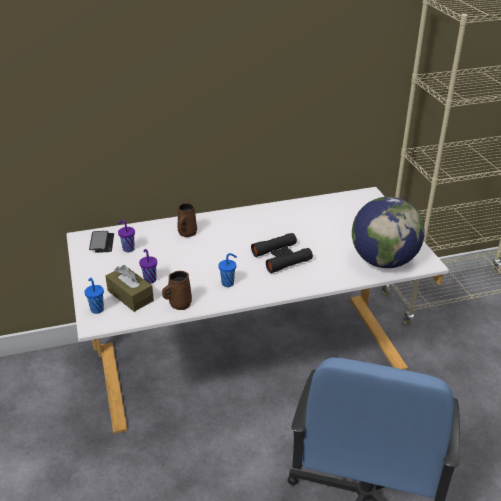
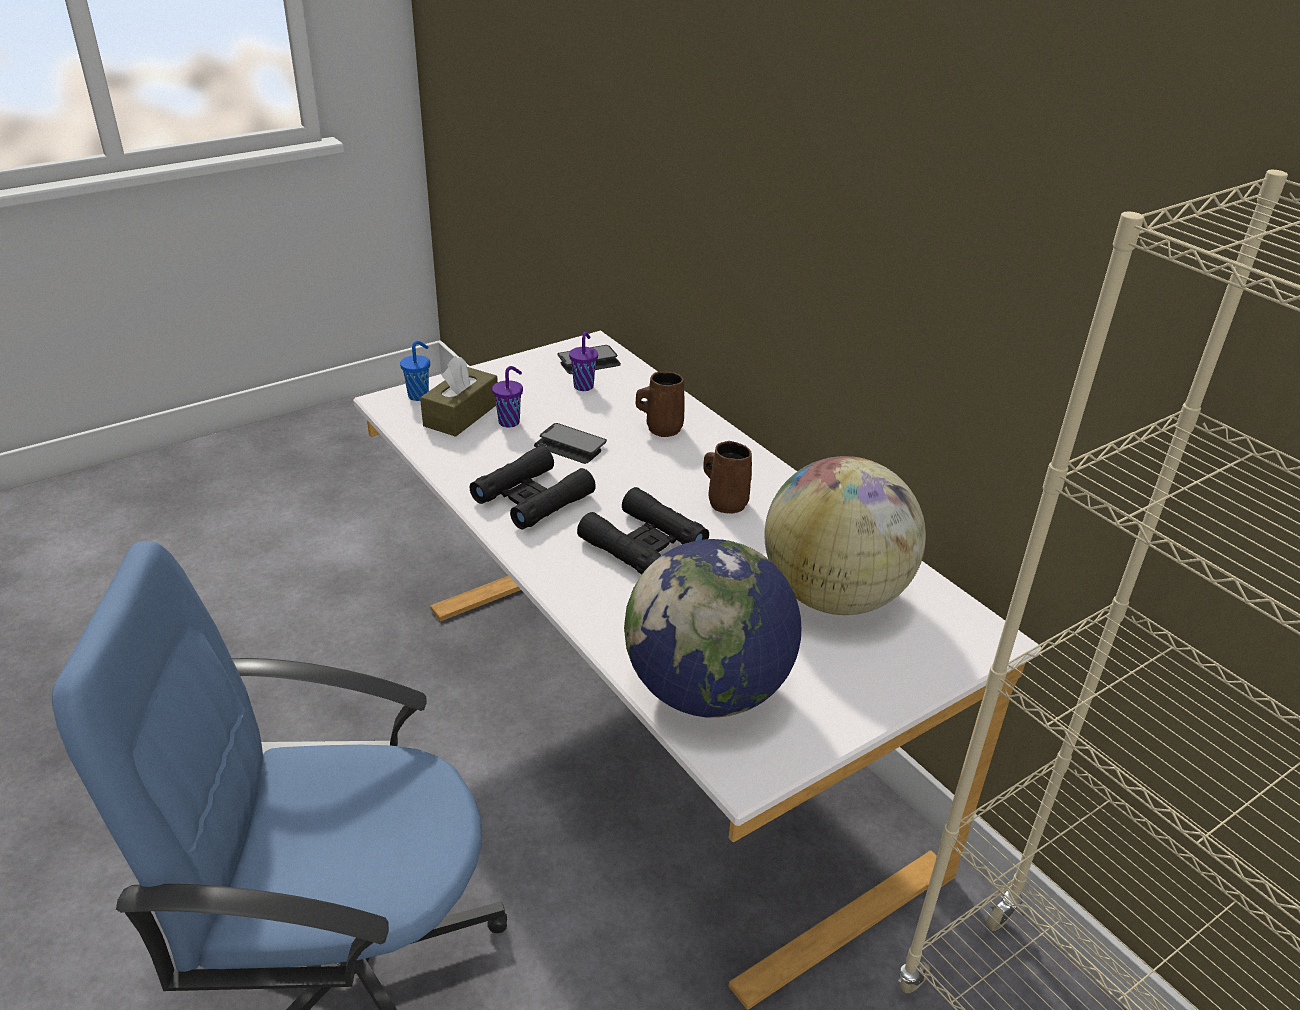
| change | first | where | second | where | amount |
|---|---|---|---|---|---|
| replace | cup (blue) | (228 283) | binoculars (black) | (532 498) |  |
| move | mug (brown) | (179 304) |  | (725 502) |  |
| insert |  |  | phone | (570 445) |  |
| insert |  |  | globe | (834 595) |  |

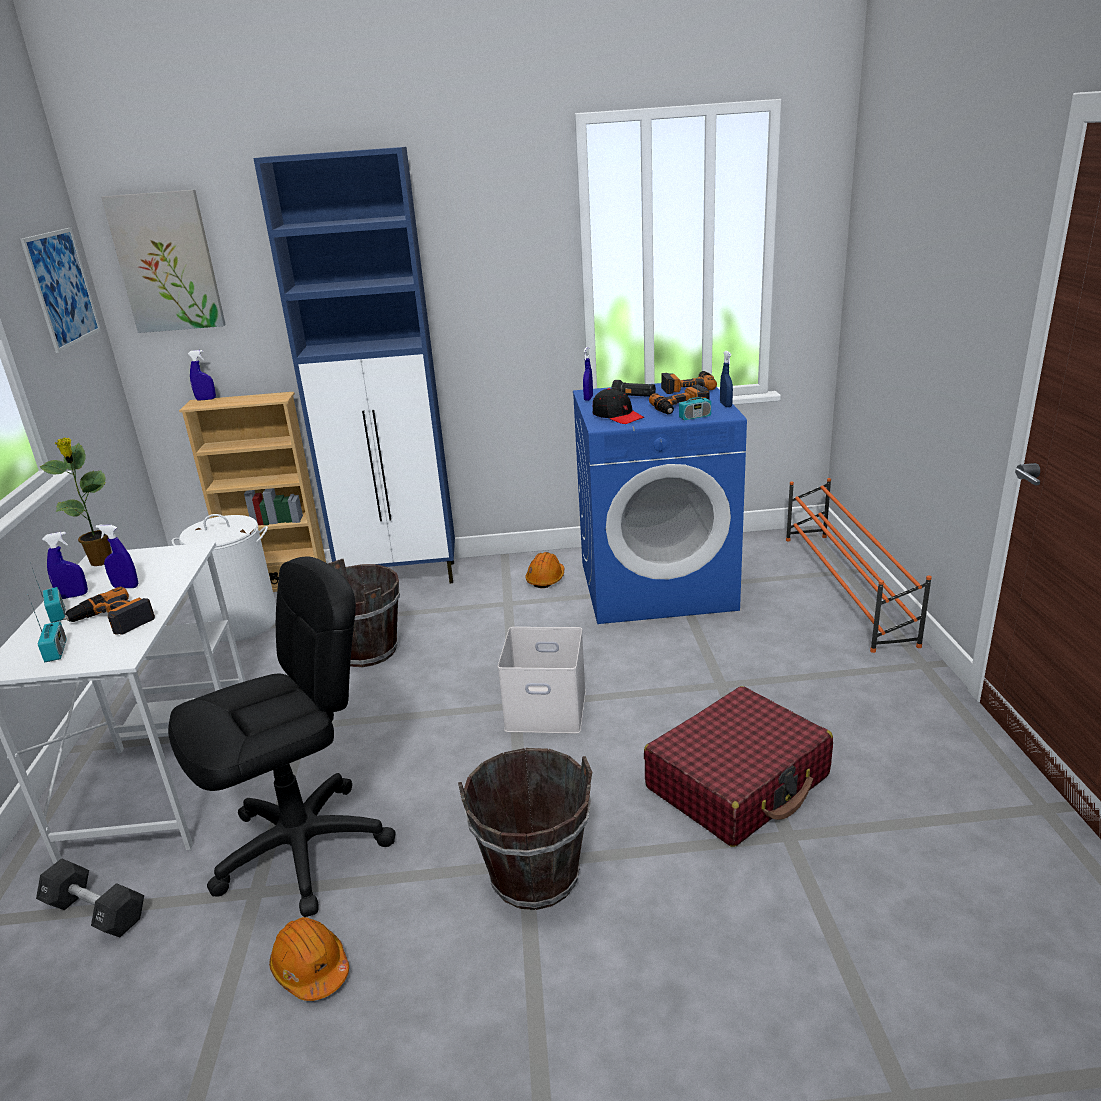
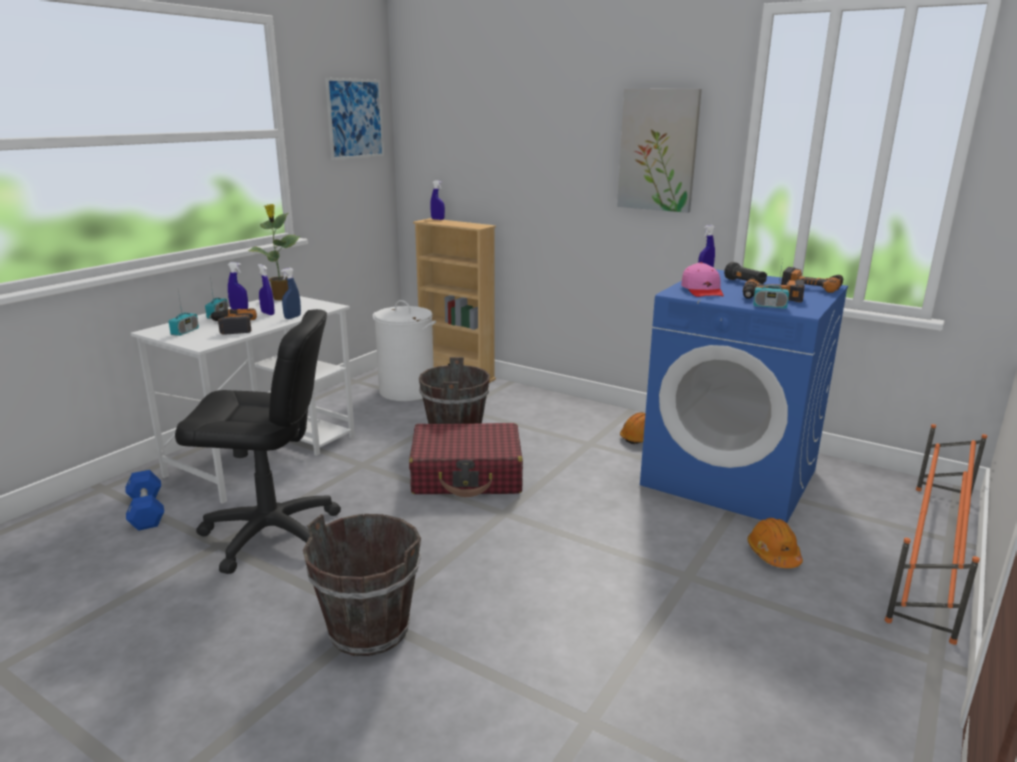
| change | first | where | second | where | amount |
|---|---|---|---|---|---|
| delete | cabinet (blue) | (401 577) |  |  |  |
| move | picture | (167 262) |  | (658 150) |  |
| move | spray bottle (blue) | (726 405) |  | (292 317) |  |
| recolor | cap (black) | (617 416) | cap (pink) | (702 290) |  |
| delete | storage box (white) | (548 708) |  |  |  |
| move | suitcase (red) | (738 782) |  | (467 475) |  |
| recolor | dumbbell (black) | (96 911) | dumbbell (blue) | (146 511) |  |
| move | hard hat (orange) | (311 968) |  | (773 554) |  |

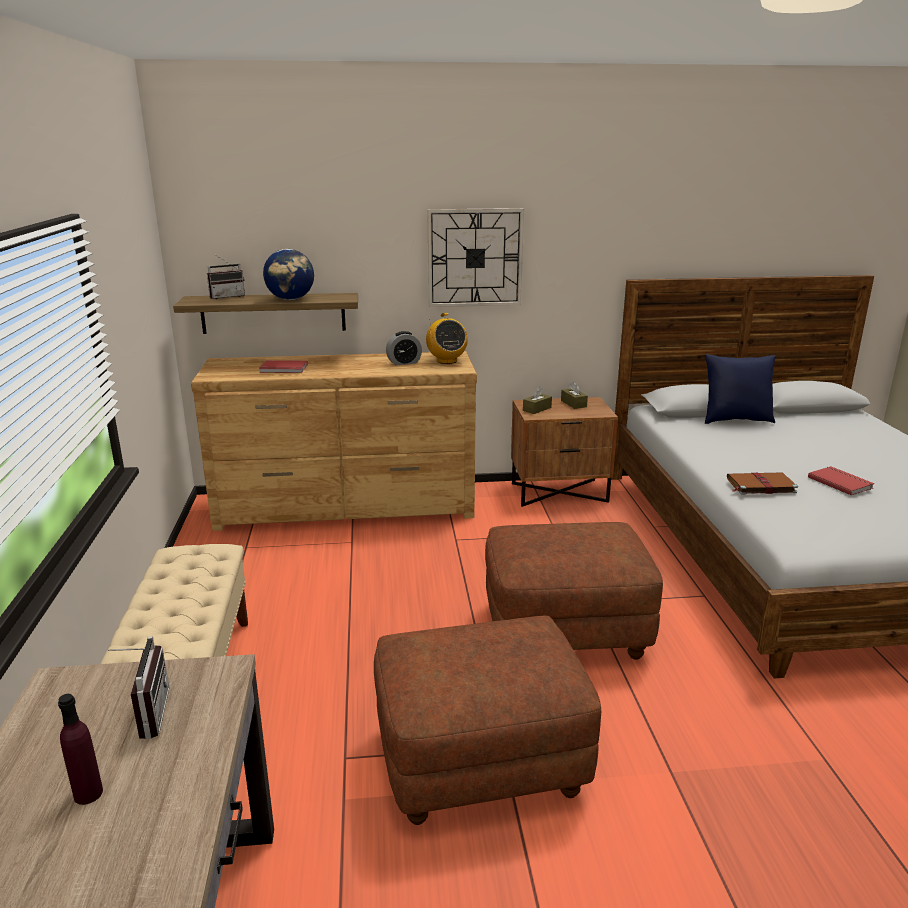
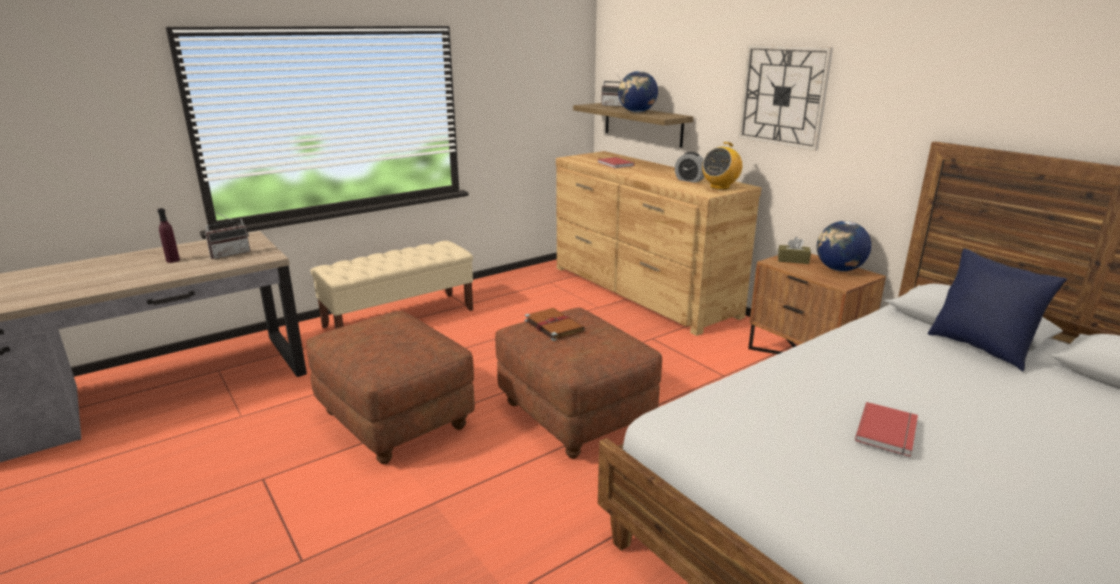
| change | first | where | second | where | amount |
|---|---|---|---|---|---|
| replace | tissue box (brown) | (573 404) | globe | (839 269) |  |
| move | book (brown) | (759 485) |  | (553 325) |  |

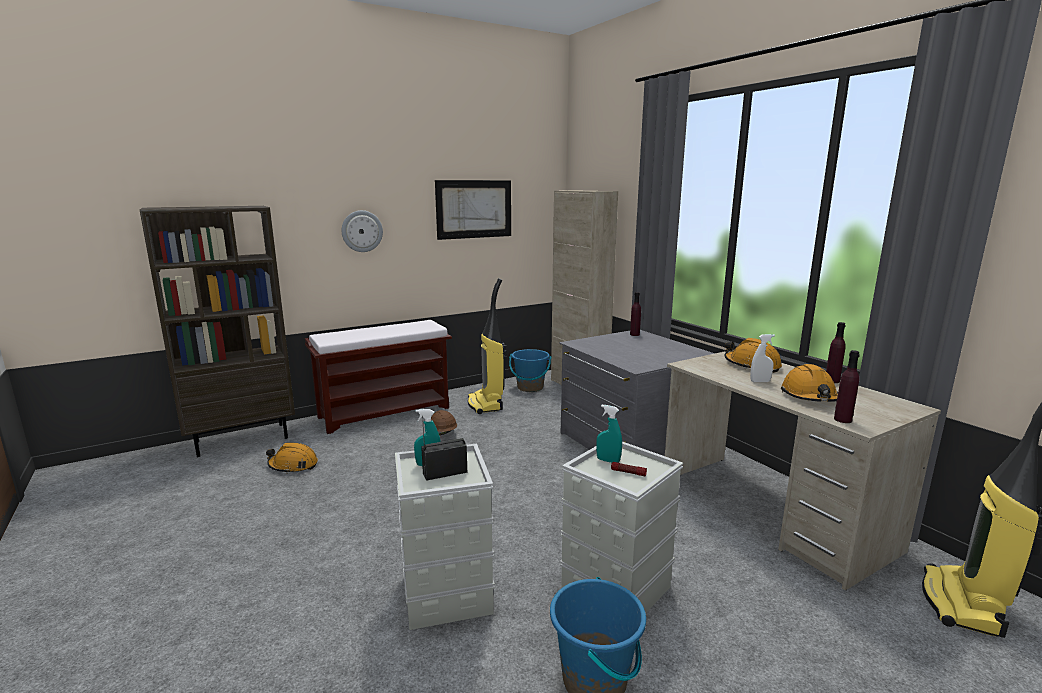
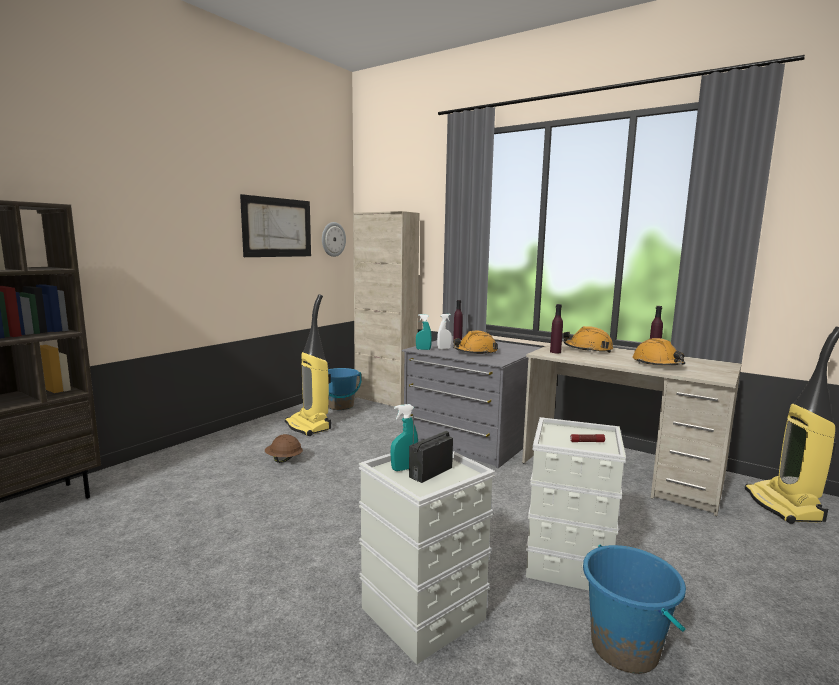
| change | first | where | second | where | amount |
|---|---|---|---|---|---|
| move | wall clock | (362 231) |  | (333 239) |  |
| delete | bench (brown) | (385 412) |  |  |  |
| move | spray bottle (white) | (760 381) |  | (444 349) |  |
| move | bottle (purple) | (842 420) |  | (555 352) |  |
| move | spray bottle (turquoise) | (608 461) |  | (423 349) |  |
| move | hard hat (orange) | (293 465) |  | (475 352) |  |

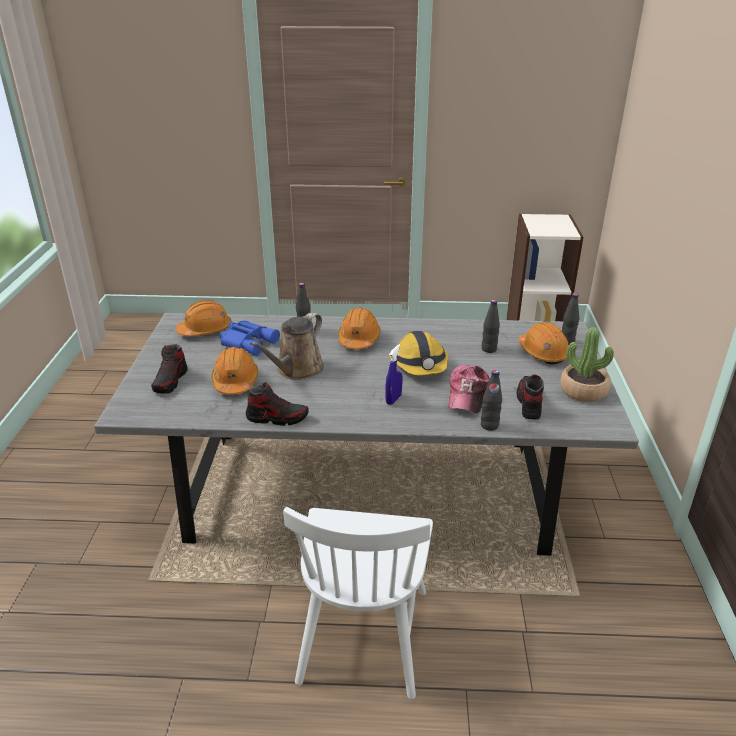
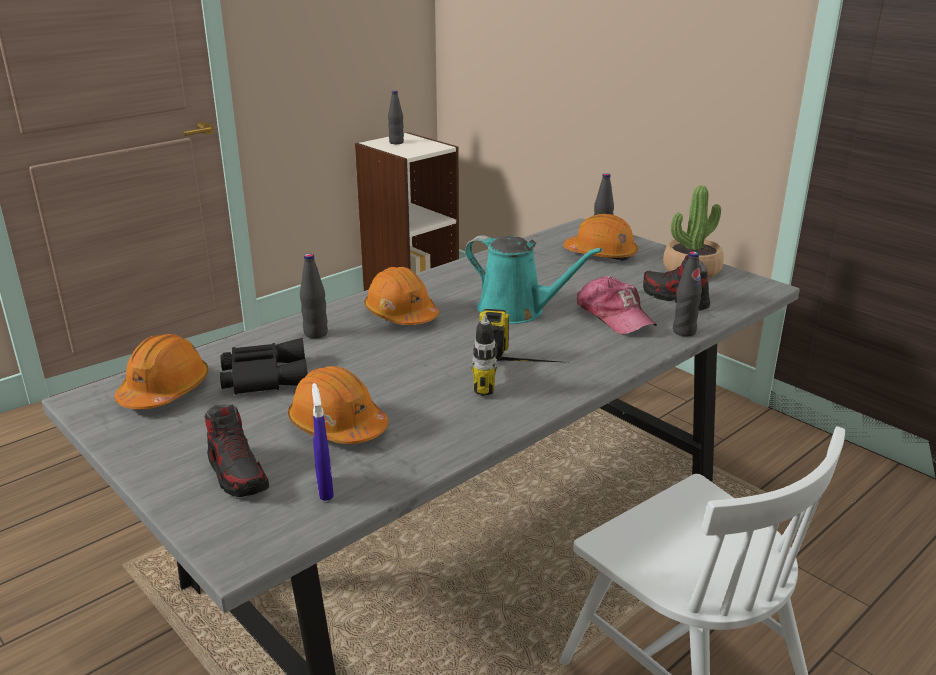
| change | first | where | second | where | amount |
|---|---|---|---|---|---|
| move | bottle (black) | (489 349) |  | (396 142) |  |
| delete | watering can (brown) | (297 370) |  |  |  |
| recolor | binoculars (blue) | (249 342) | binoculars (black) | (263 376) |  |
| replace | hard hat | (419 365) | watering can (turquoise) | (517 311) |  |
| move | spray bottle (blue) | (393 399) |  | (325 489) |  |
| delete | shoe | (277 418) |  |  |  |
| insert |  |  | power drill | (520 377) |  |

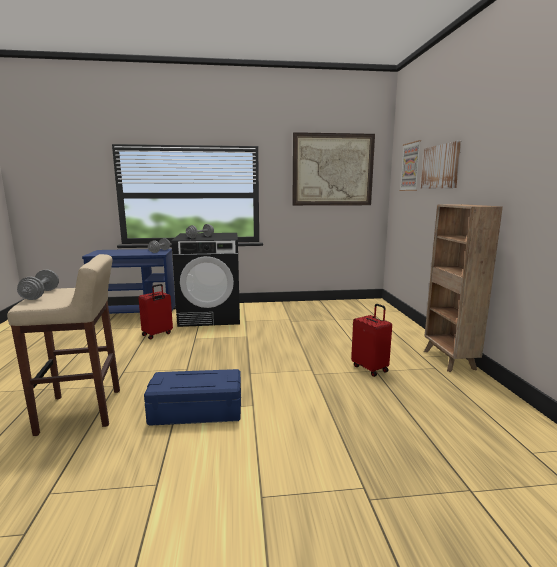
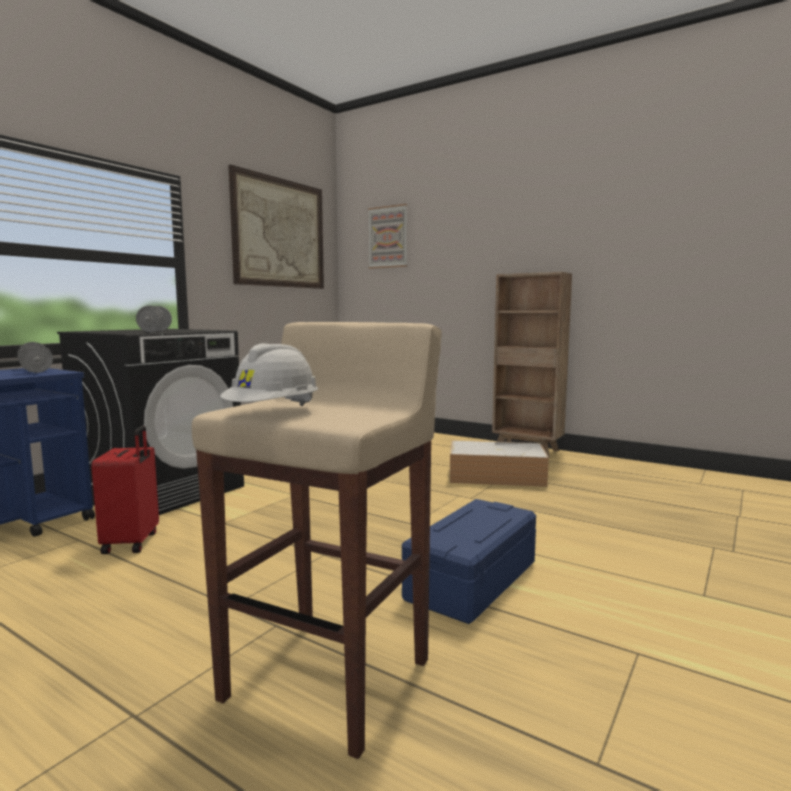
| change | first | where | second | where | amount |
|---|---|---|---|---|---|
| delete | picture | (440 166) |  |  |  |
| replace | dumbbell (grey) | (41 294) | hard hat (white) | (273 413) |  |
| replace | suitcase (red) | (370 368) | storage box | (497 475) |  |

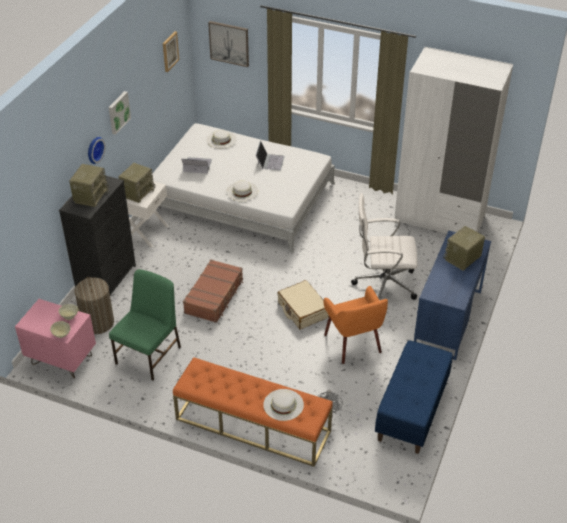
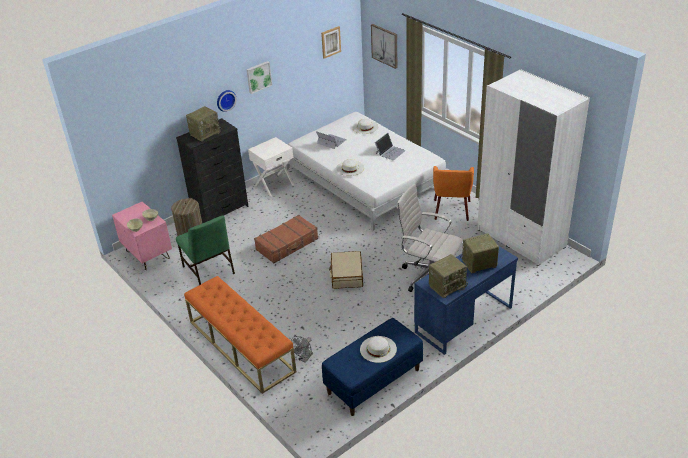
| change | first | where | second | where | amount |
|---|---|---|---|---|---|
| move | radio | (137 192) |  | (447 286) |  |
| rotate | chair (green) | (149 355) |  | (208 271) | 90 degrees clockwise |
| move | armchair (orange) | (353 343) |  | (451 210) |  |
| move | hat (white) | (283 404) |  | (378 349) |  |

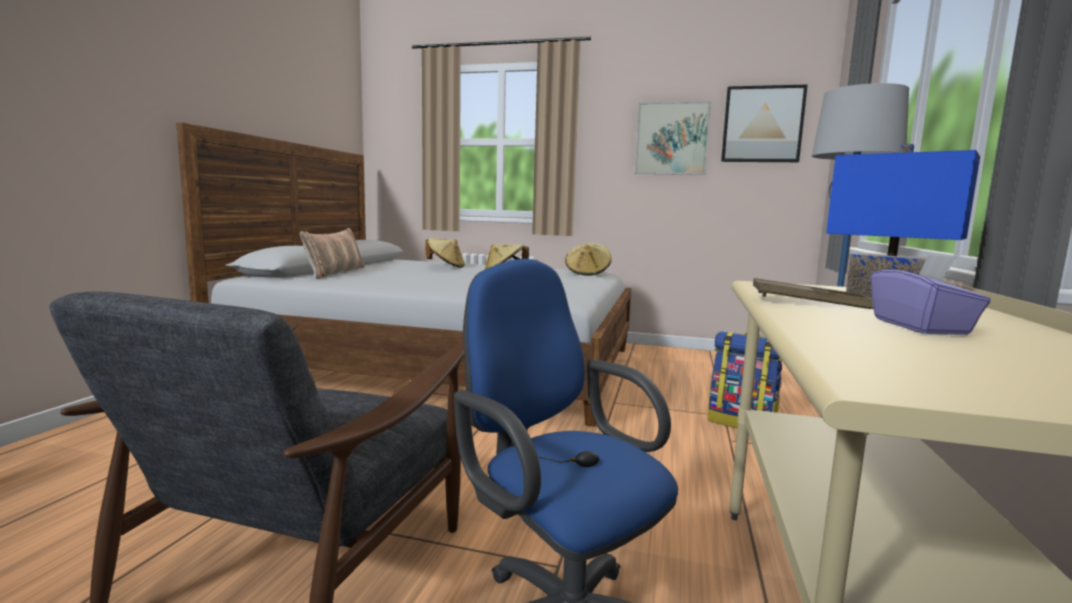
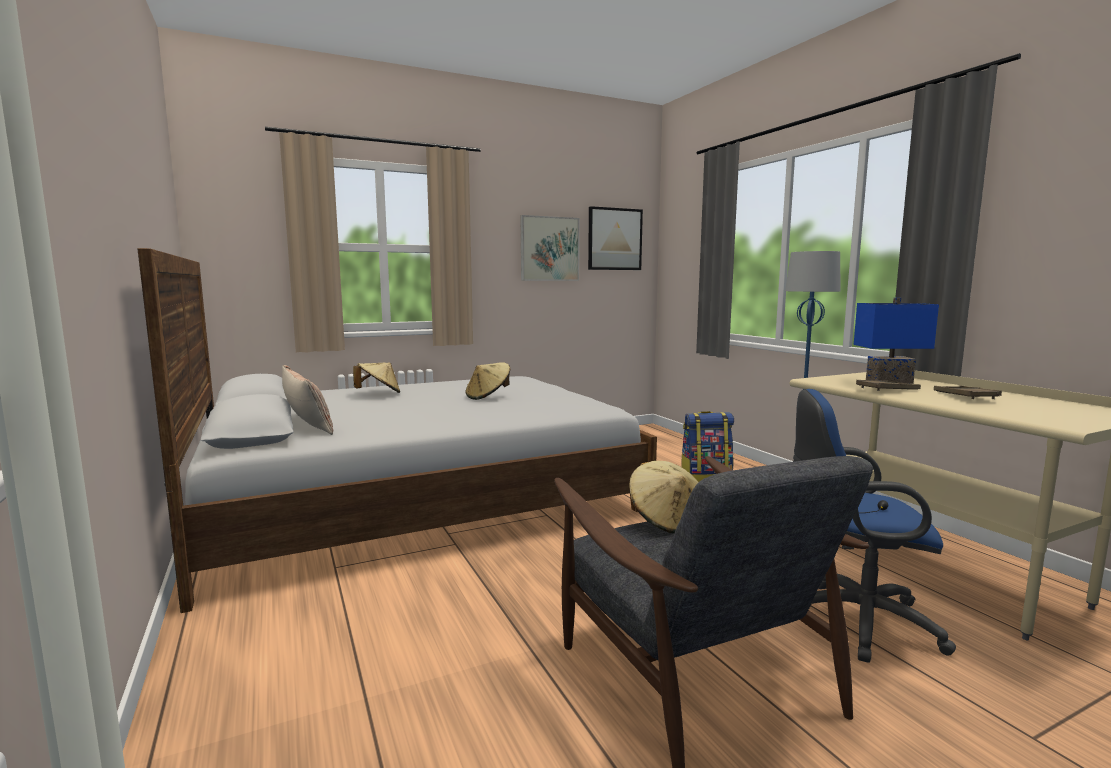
| change | first | where | second | where | amount |
|---|---|---|---|---|---|
| move | hat (beige) | (587 273) |  | (668 521) |  |
| replace | tissue box (purple) | (920 327) | tray (brown) | (965 396) |  |

